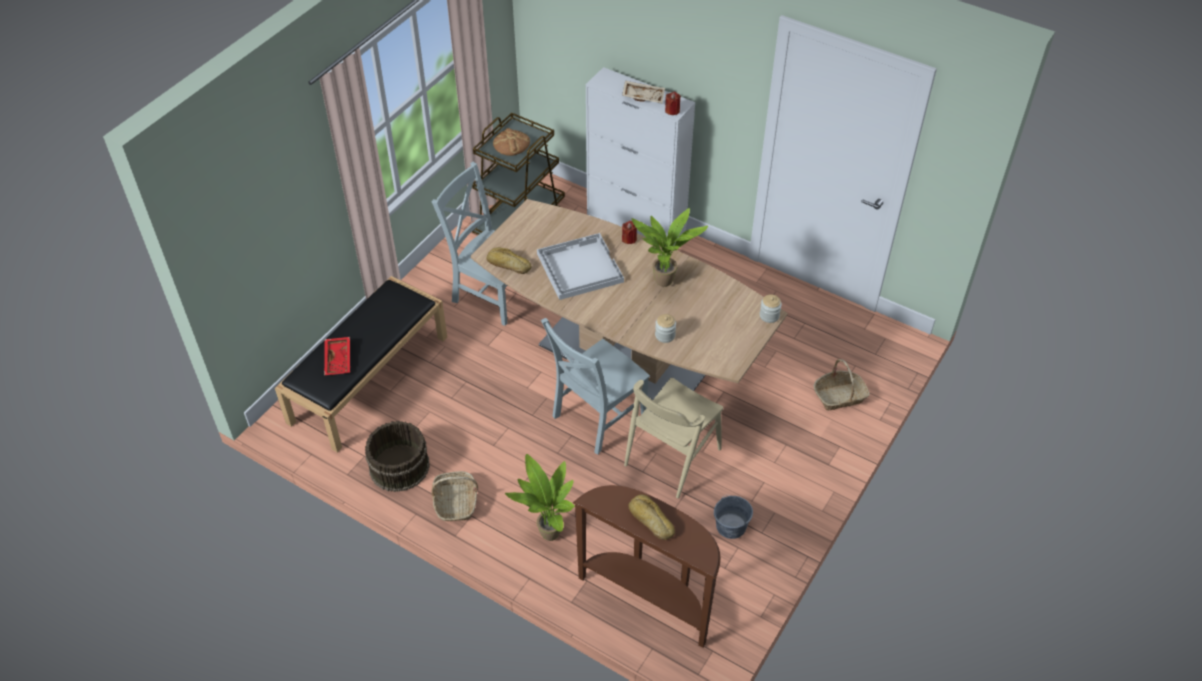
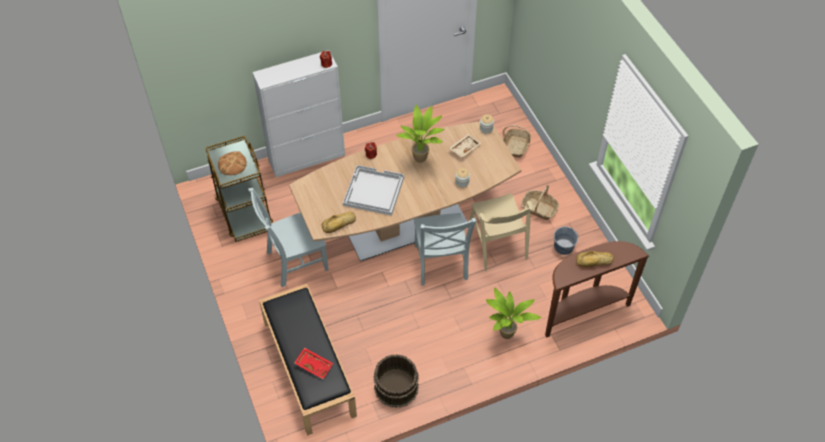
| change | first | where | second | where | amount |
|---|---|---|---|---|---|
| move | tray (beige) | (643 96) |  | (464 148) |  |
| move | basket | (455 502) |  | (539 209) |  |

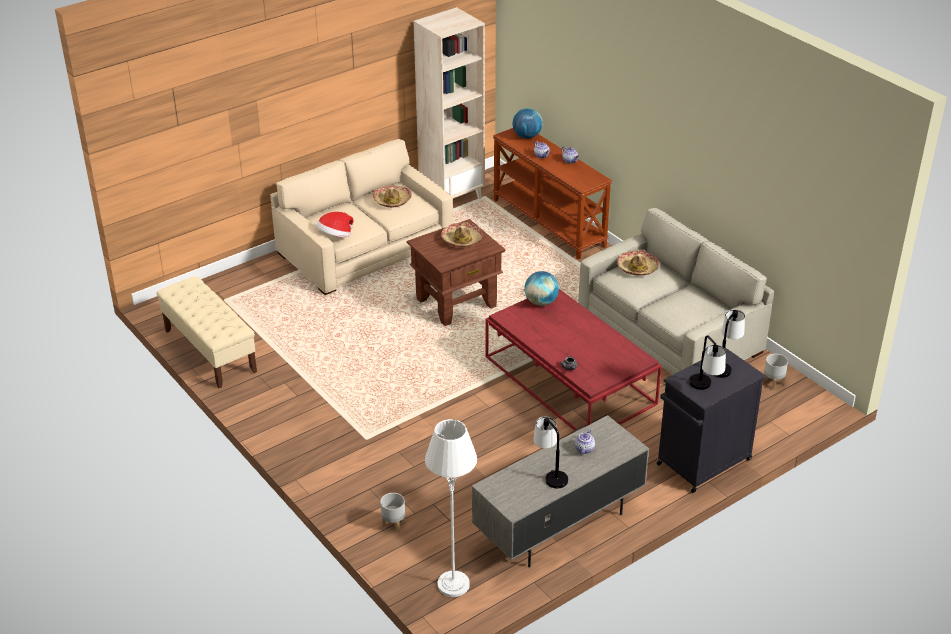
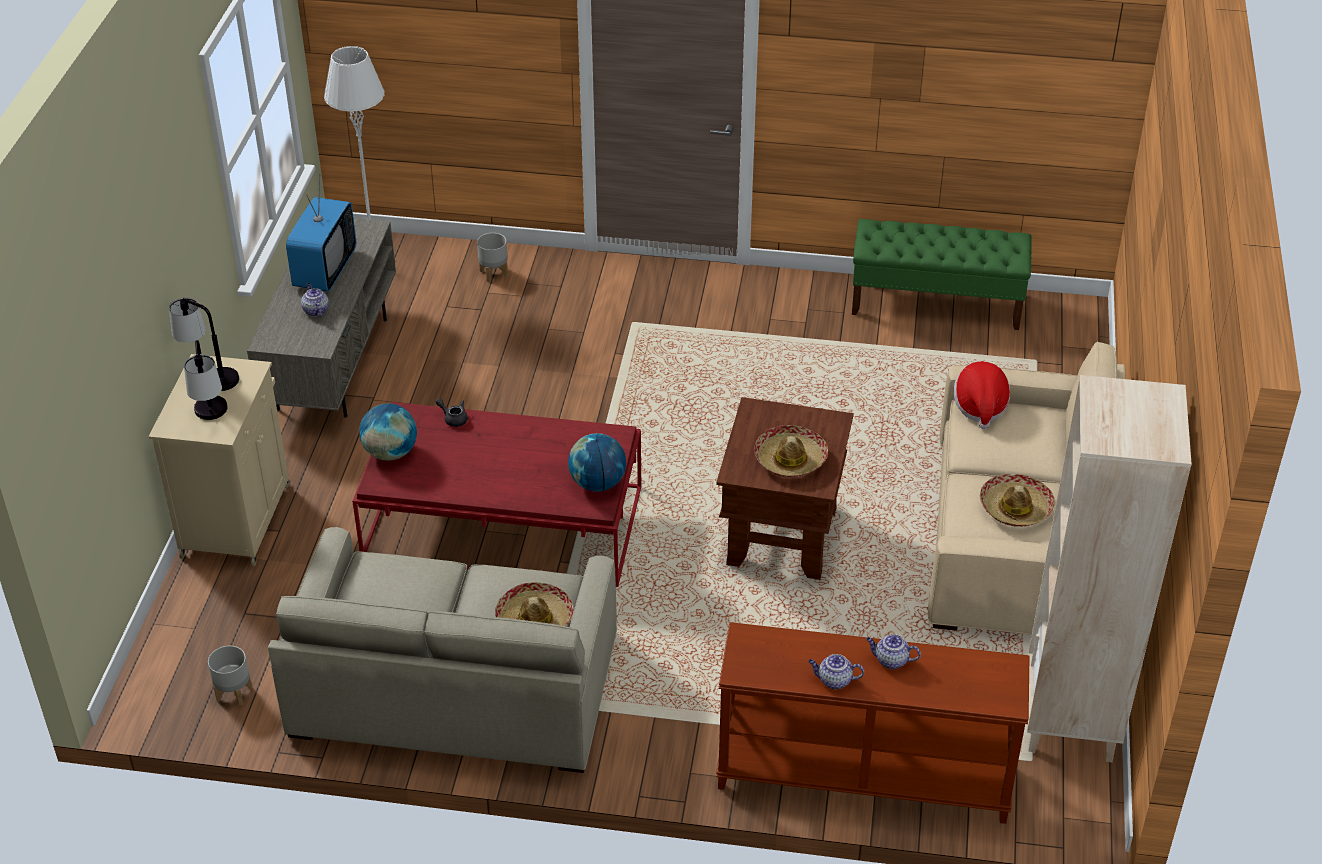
| change | first | where | second | where | amount |
|---|---|---|---|---|---|
| move | globe | (527 136) |  | (390 453) |  |
| recolor | bench (beige) | (210 351) | bench (green) | (936 303) |  |
| recolor | cabinet (black) | (702 463) | cabinet (beige) | (237 518) |  |
| replace | table lamp | (550 474) | television | (325 270) |  |

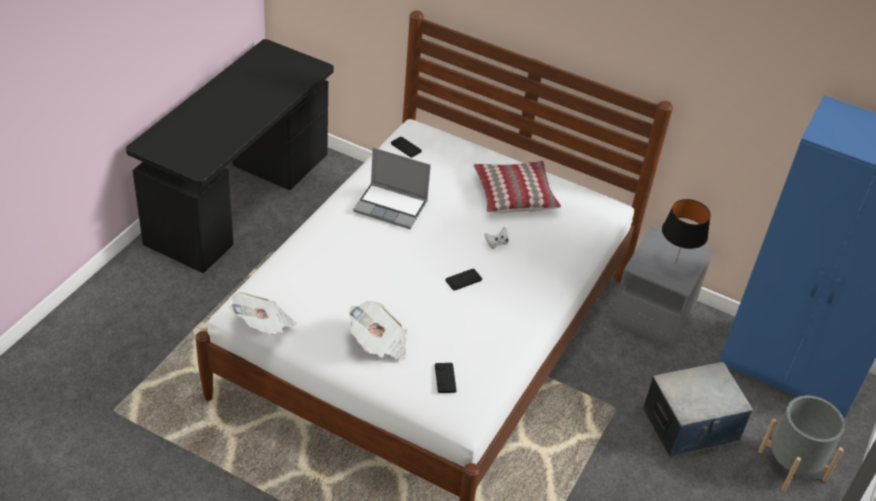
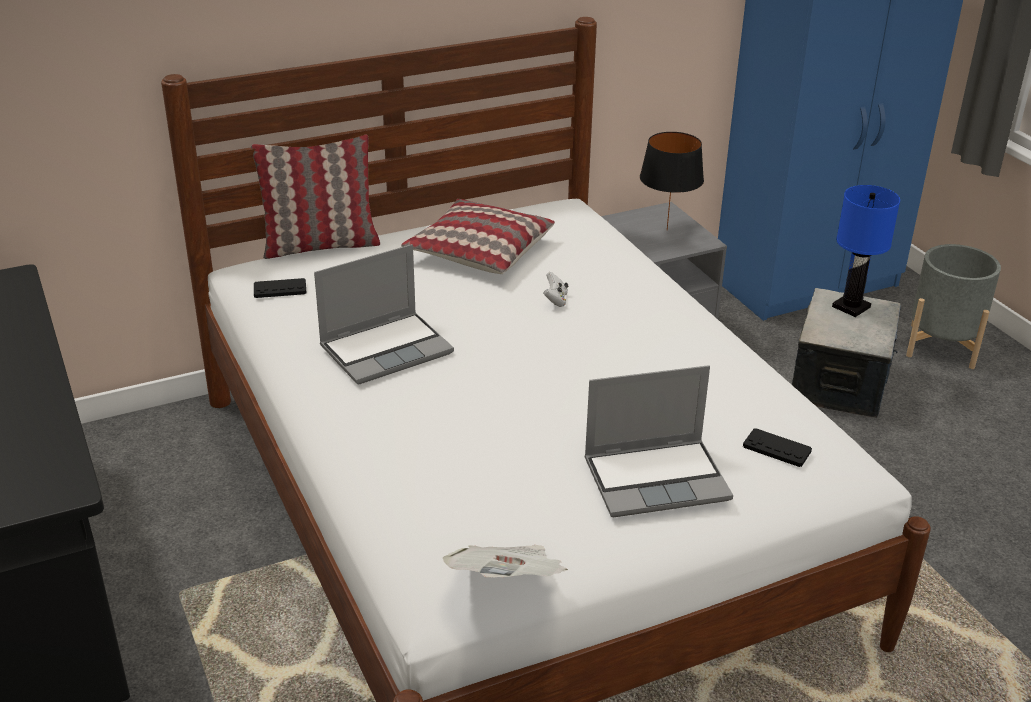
| change | first | where | second | where | amount |
|---|---|---|---|---|---|
| delete | game controller (black) | (463 280) |  |  |  |
| replace | newspaper | (379 343) | laptop | (657 478) |  |
| insert |  |  | pillow | (320 245) |  |
| insert |  |  | table lamp (blue) | (851 307) |  |

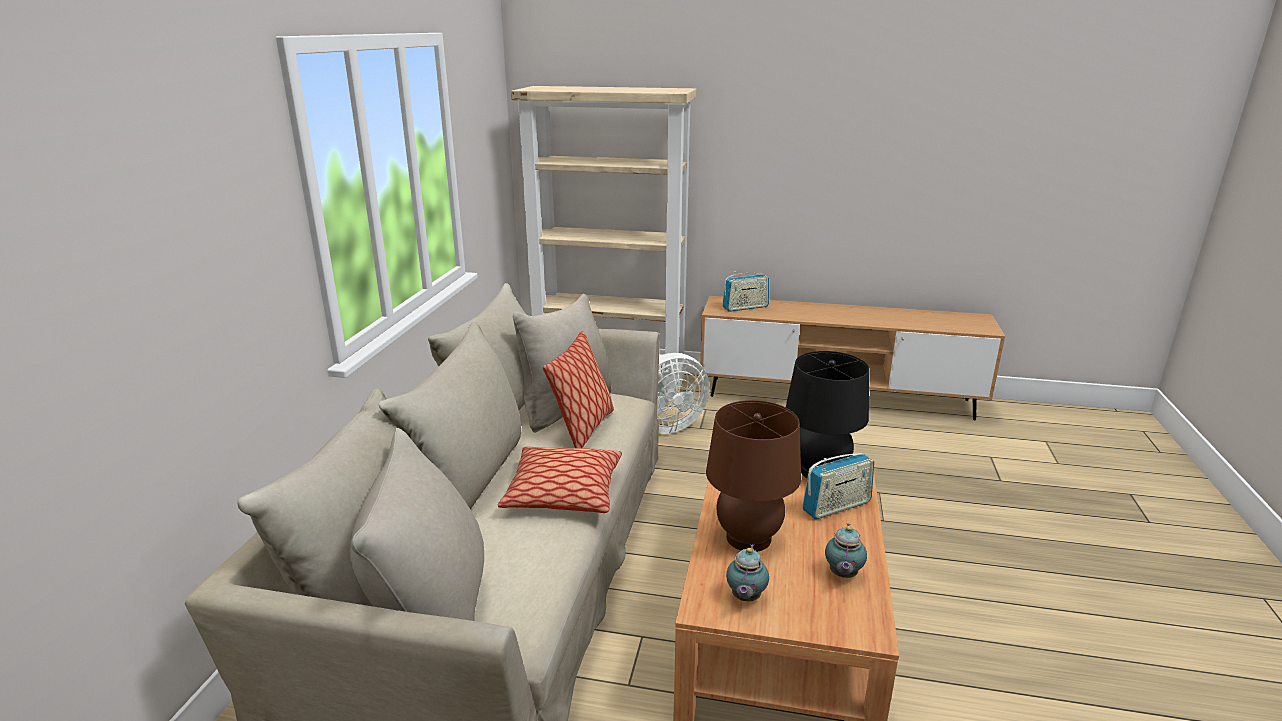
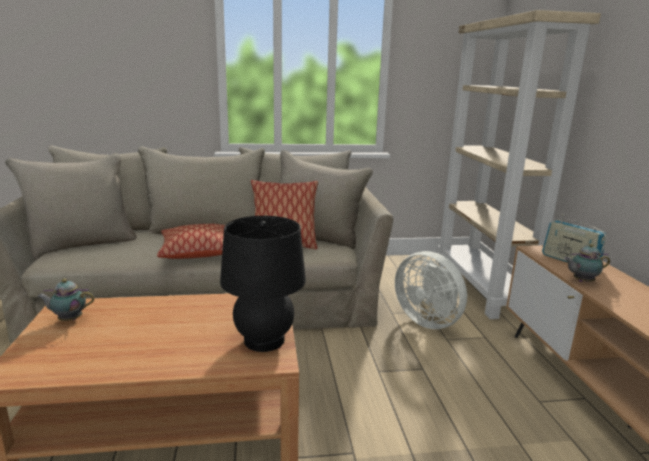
| change | first | where | second | where | amount |
|---|---|---|---|---|---|
| delete | table lamp (brown) | (748 538) |  |  |  |
| delete | radio | (836 507) |  |  |  |
| move | teapot | (842 575) |  | (581 281) |  |

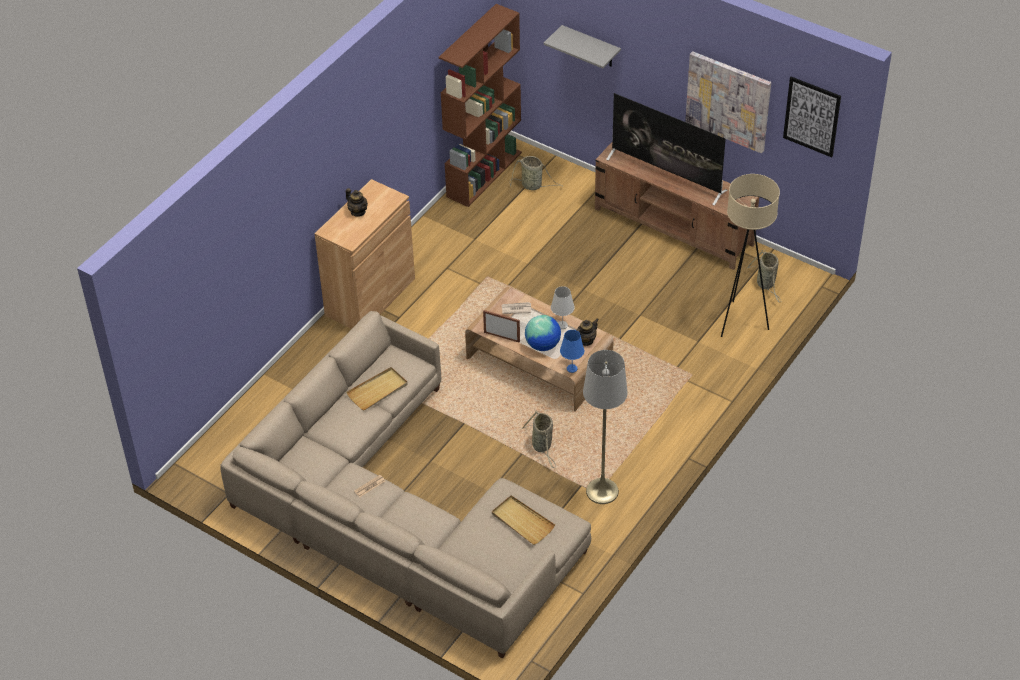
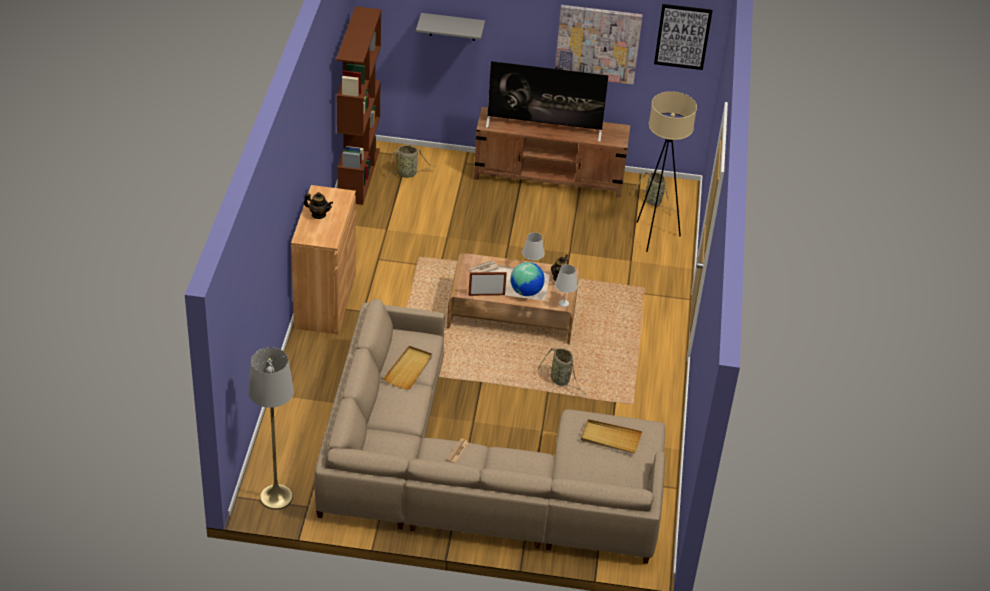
| change | first | where | second | where | amount |
|---|---|---|---|---|---|
| recolor | table lamp (blue) | (571 368) | table lamp (white) | (563 303) |  |
| move | floor lamp (grey) | (602 491) |  | (276 497) |  |

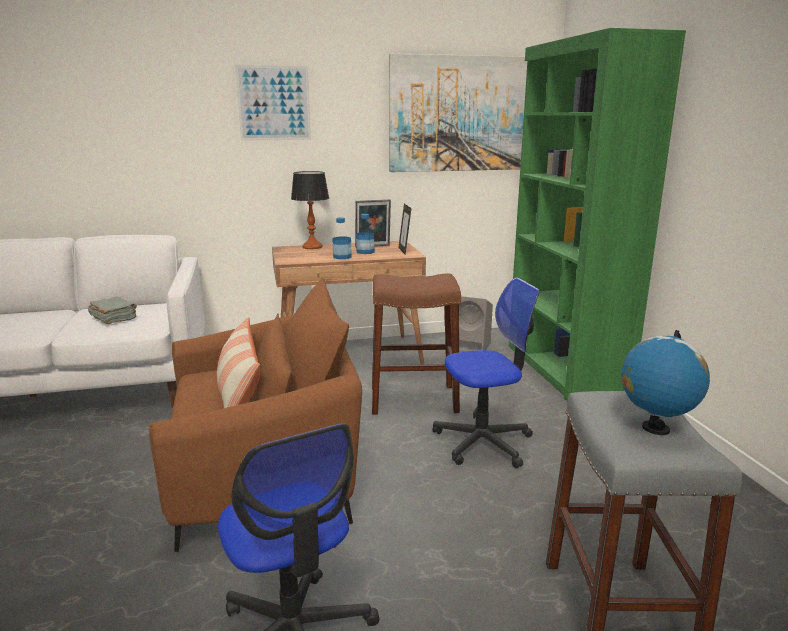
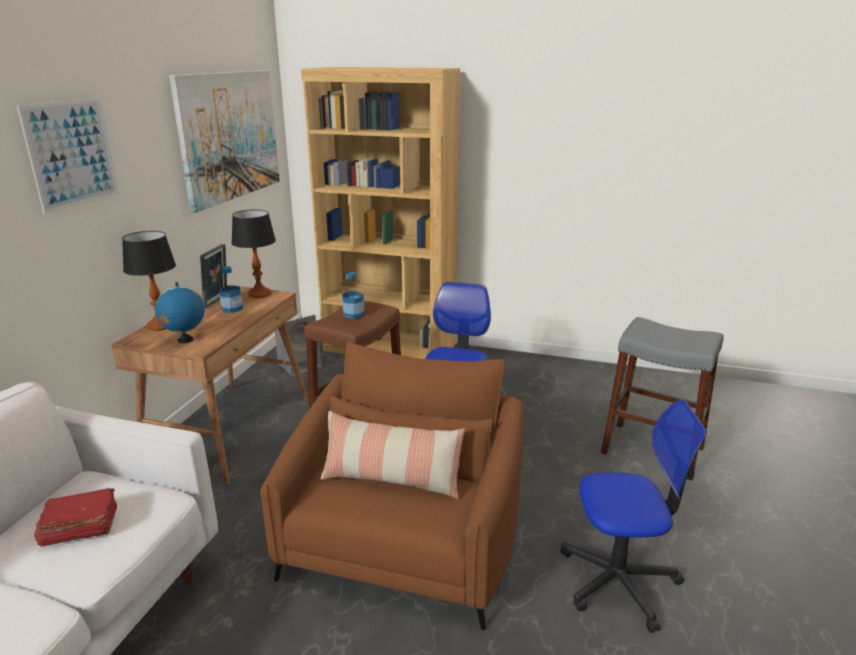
| change | first | where | second | where | amount |
|---|---|---|---|---|---|
| recolor | bookcase (green) | (563 369) | bookcase (brown) | (389 348) |  |
| replace | picture frame | (404 251) | table lamp | (260 294) |  |
| move | bottle | (342 257) |  | (353 314) |  |
| recolor | book (grey) | (114 318) | book (red) | (79 528) |  |
| move | globe | (655 428) |  | (185 340) |  |

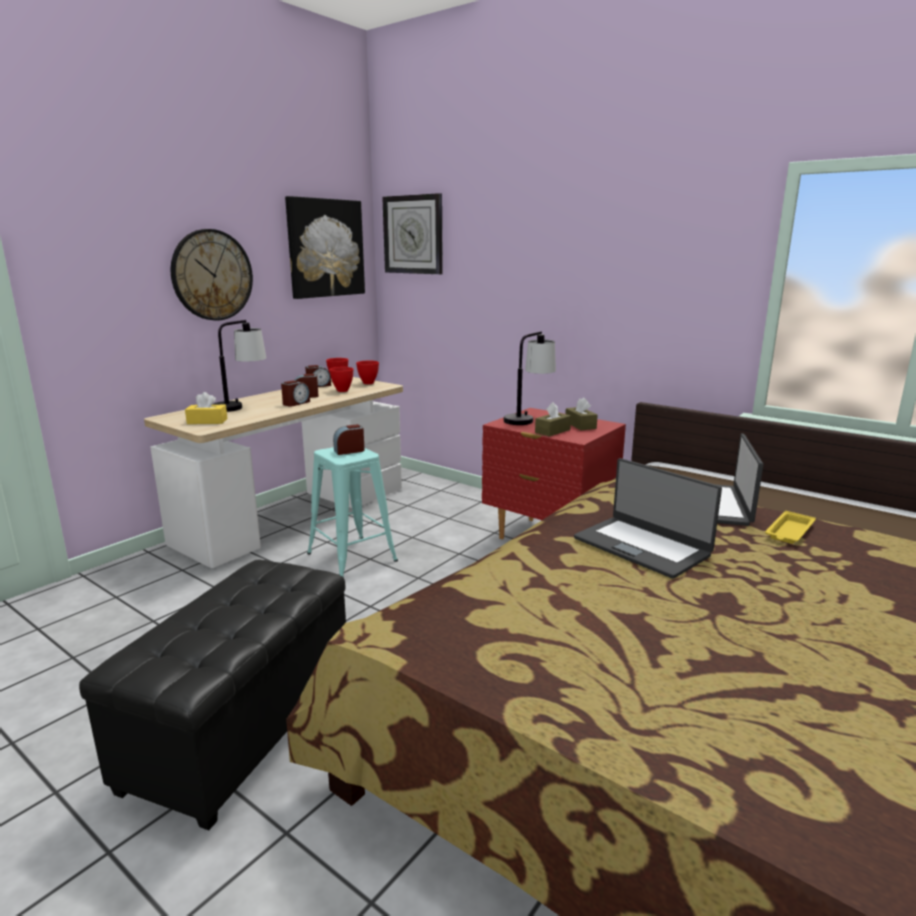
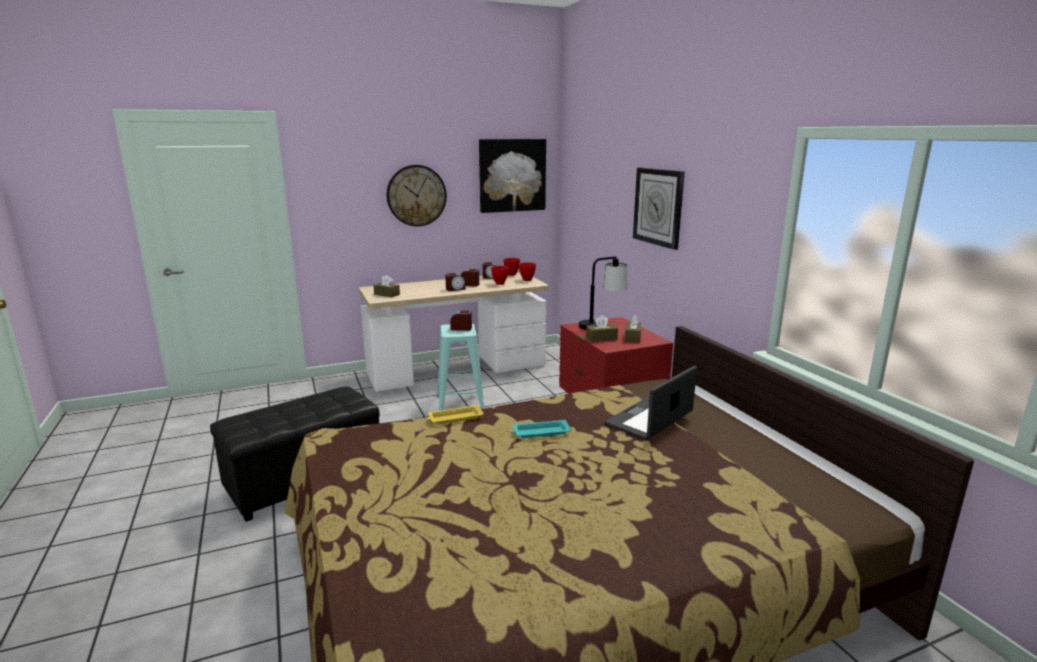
| change | first | where | second | where | amount |
|---|---|---|---|---|---|
| move | wall clock | (413 234) |  | (658 207) |  |
| delete | table lamp | (241 406) |  |  |  |
| recolor | tissue box (yellow) | (207 421) | tissue box (brown) | (387 294) |  |
| replace | laptop | (642 546) | tray (turquoise) | (540 432) |  |
| move | tray (yellow) | (789 532) |  | (454 418) |  |

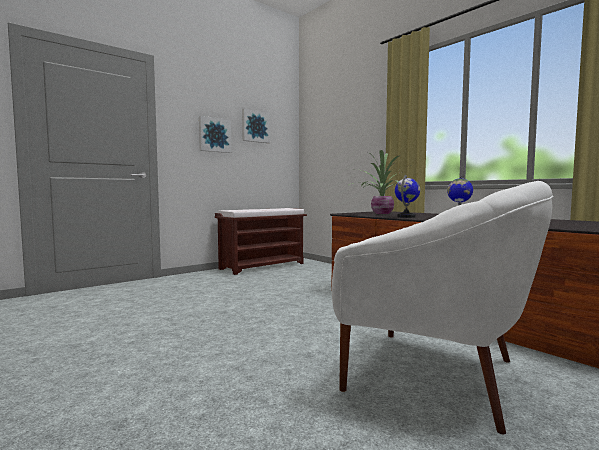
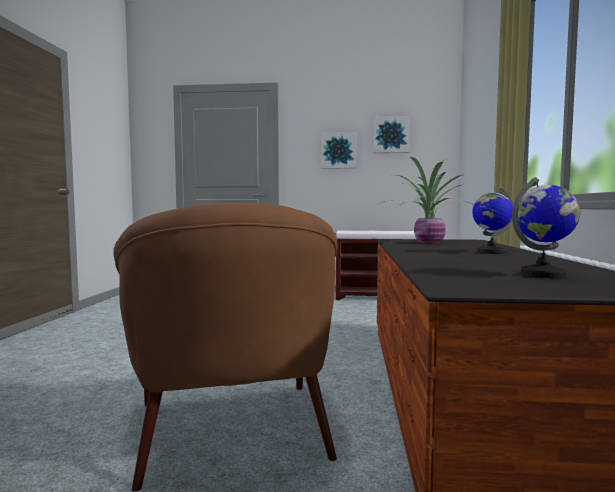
| change | first | where | second | where | amount |
|---|---|---|---|---|---|
| move | globe | (406 217) |  | (543 275) |  |
| recolor | armchair (white) | (433 373) | armchair (brown) | (232 429) |  |

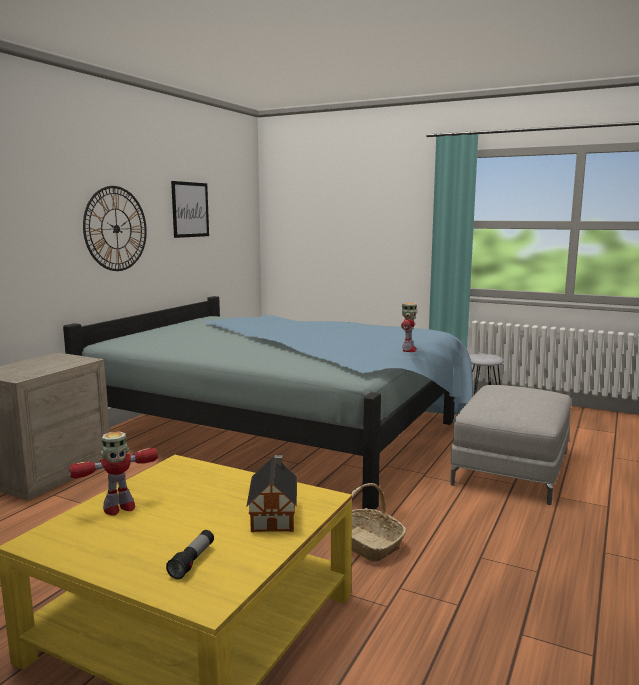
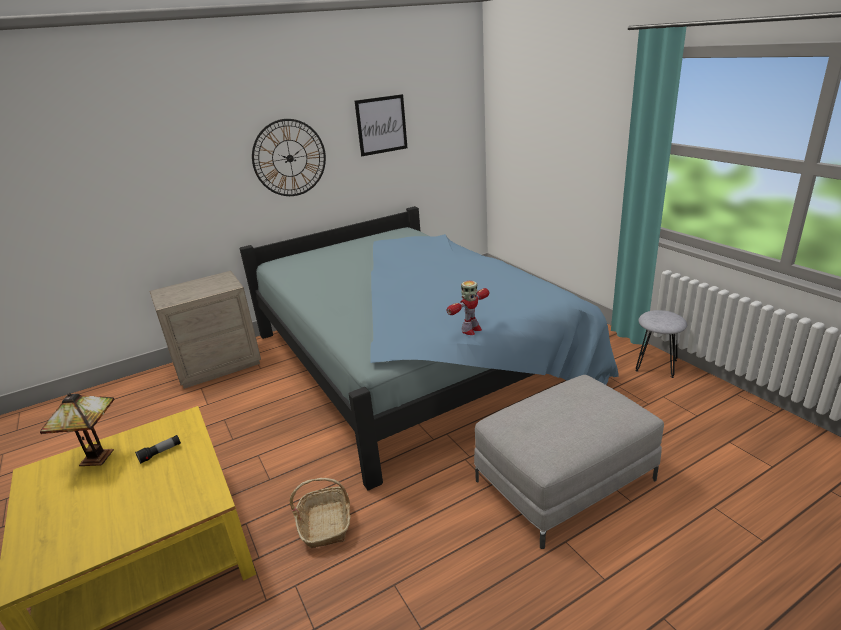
| change | first | where | second | where | amount |
|---|---|---|---|---|---|
| replace | toy robot | (118 508) | table lamp | (99 456) |  |
| delete | toy house | (274 514) |  |  |  |
| move | flashlight | (192 561) |  | (160 453) |  |

